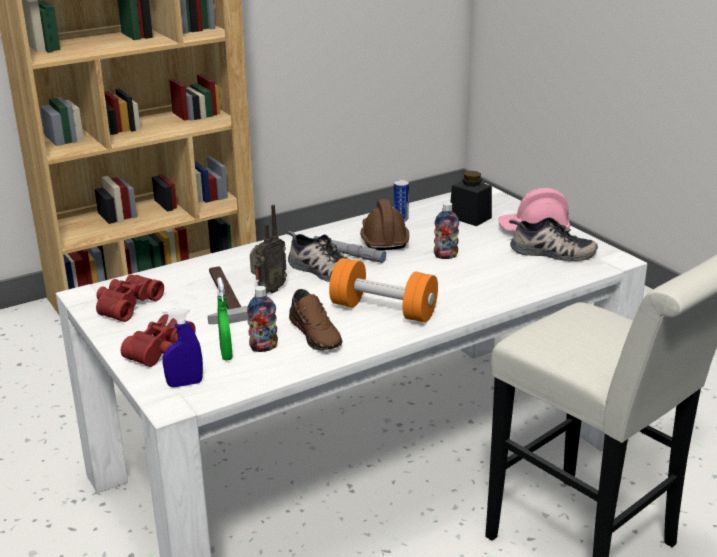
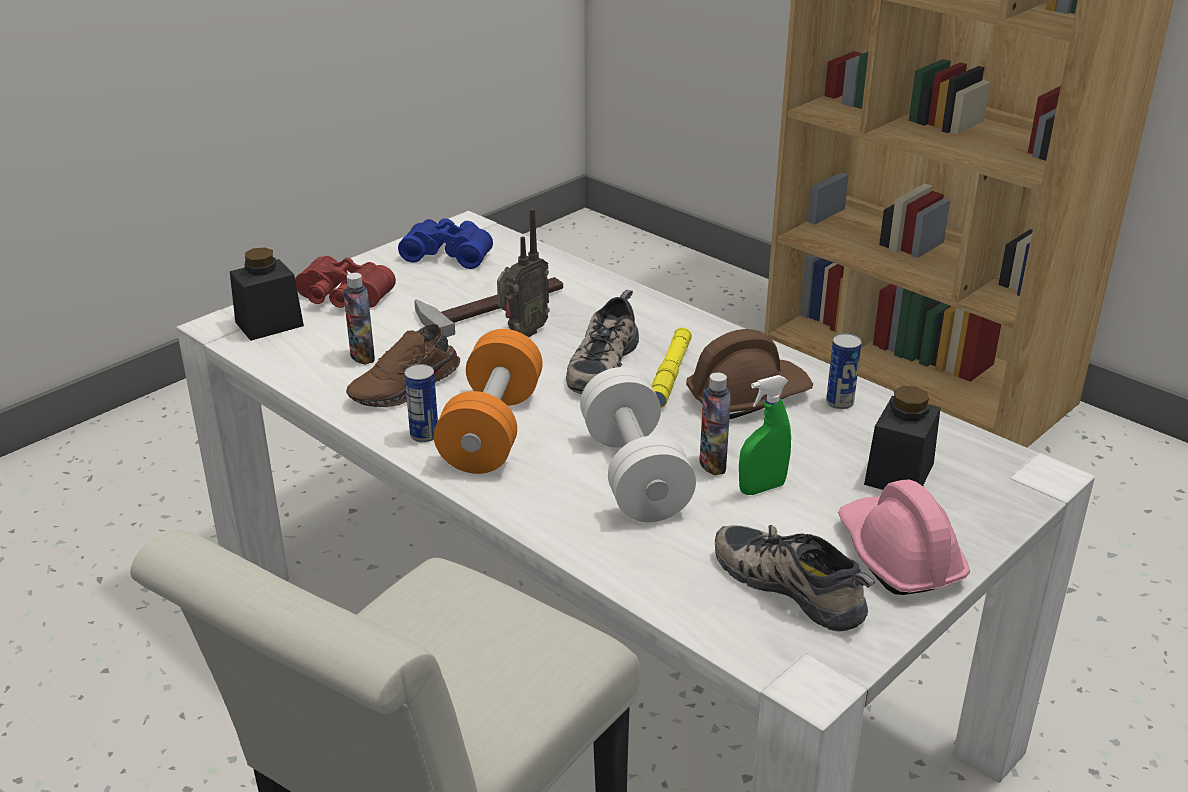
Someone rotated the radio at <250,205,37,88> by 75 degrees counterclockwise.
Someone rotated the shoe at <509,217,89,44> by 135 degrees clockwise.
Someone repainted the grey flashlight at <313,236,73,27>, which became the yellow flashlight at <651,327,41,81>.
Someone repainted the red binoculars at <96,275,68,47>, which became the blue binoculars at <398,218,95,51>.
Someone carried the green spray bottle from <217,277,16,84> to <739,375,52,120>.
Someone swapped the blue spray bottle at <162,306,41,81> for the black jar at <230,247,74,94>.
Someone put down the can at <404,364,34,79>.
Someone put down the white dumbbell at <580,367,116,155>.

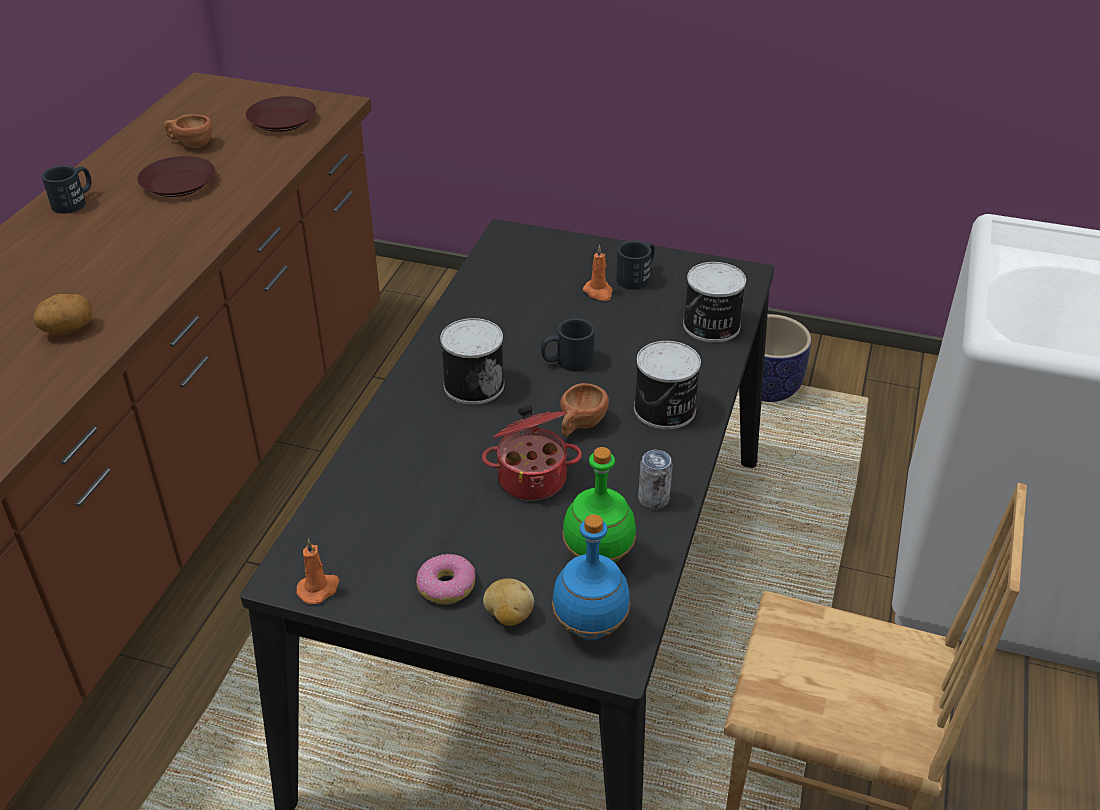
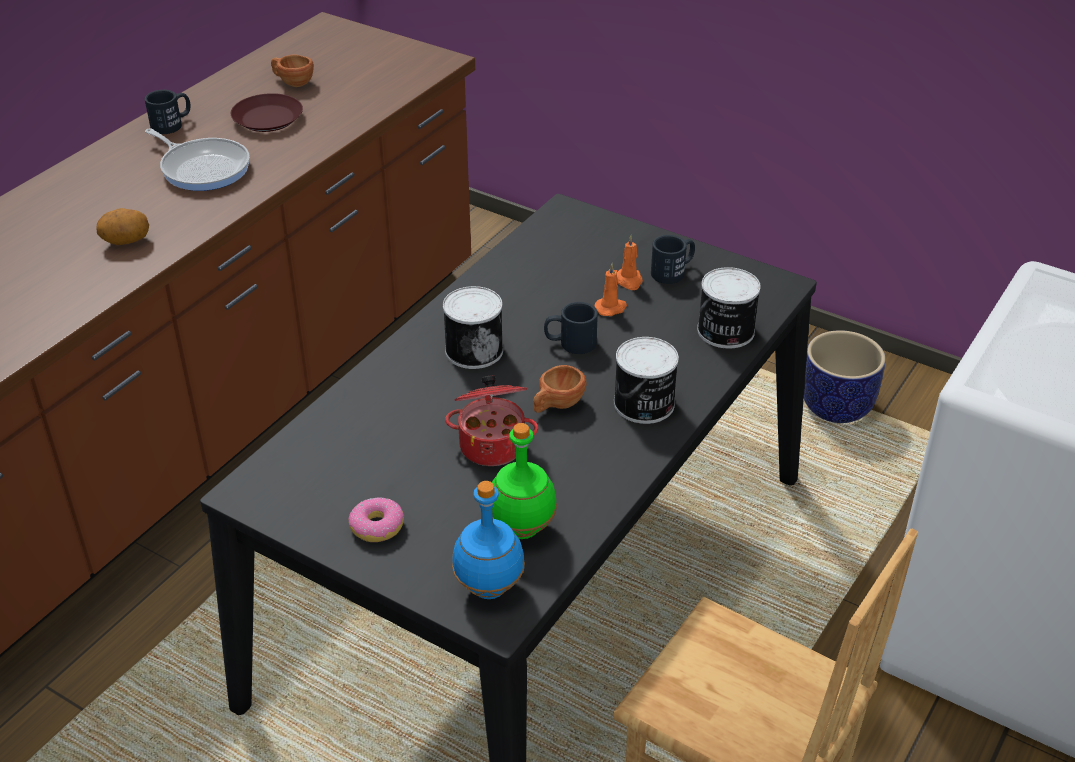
Someone took away the brown plate at <246,96,70,36>.
Someone took away the can at <638,450,34,59>.
Someone carried the orange candle from <297,539,43,65> to <594,263,33,53>.
Someone took away the potato at <483,578,51,48>.
Someone put down the frying pan at <145,128,105,63>.

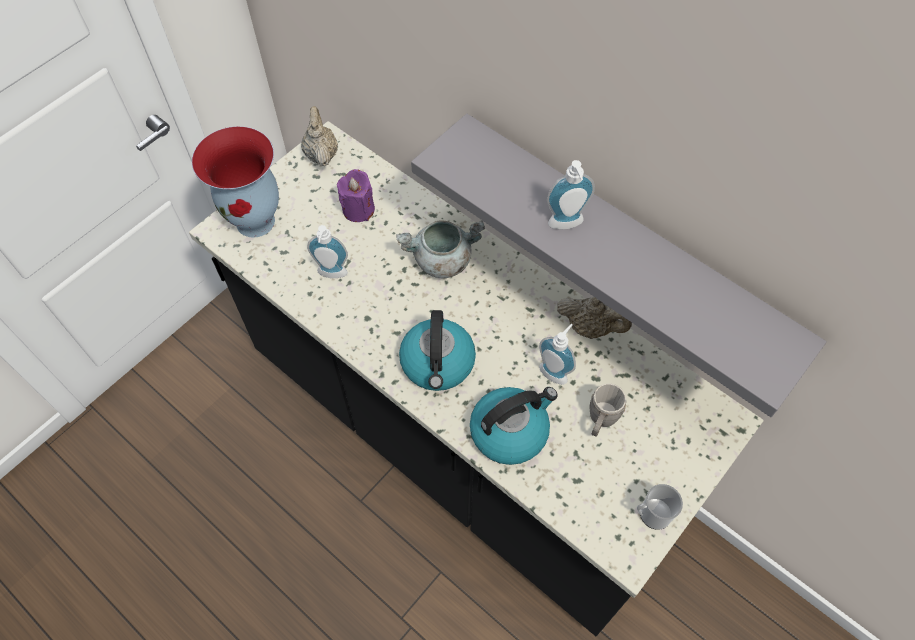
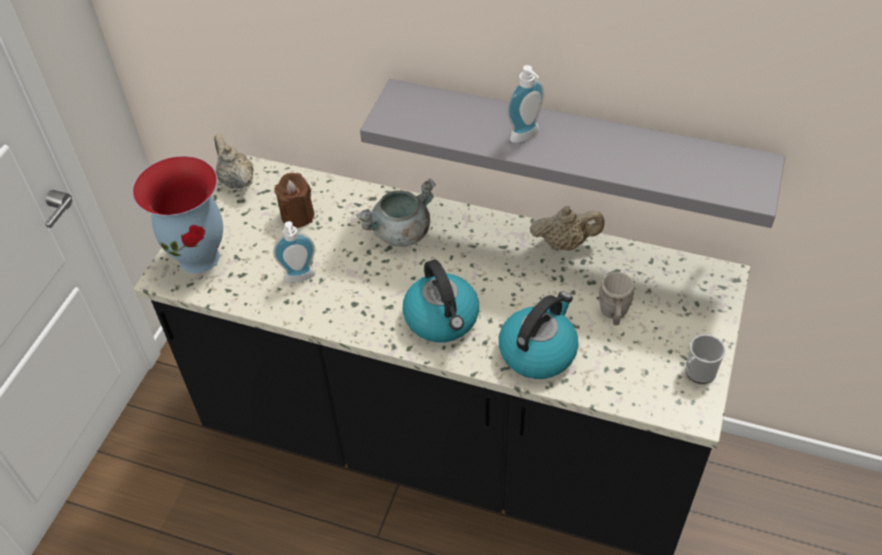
Someone repainted the purple candle at <337,169,38,53>, which became the brown candle at <274,173,40,55>.
Someone took away the soap dispenser at <539,324,37,61>.

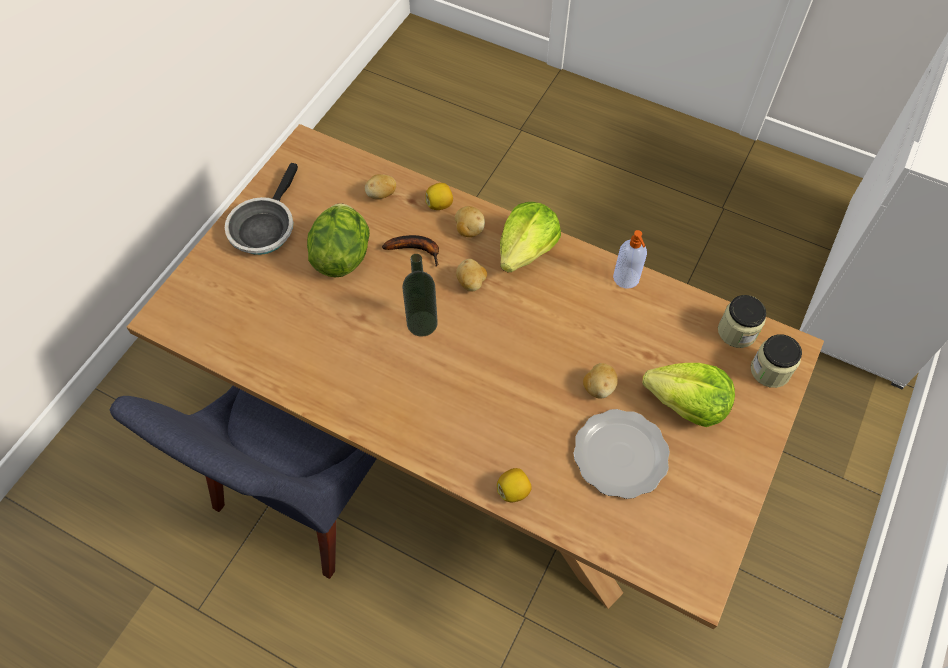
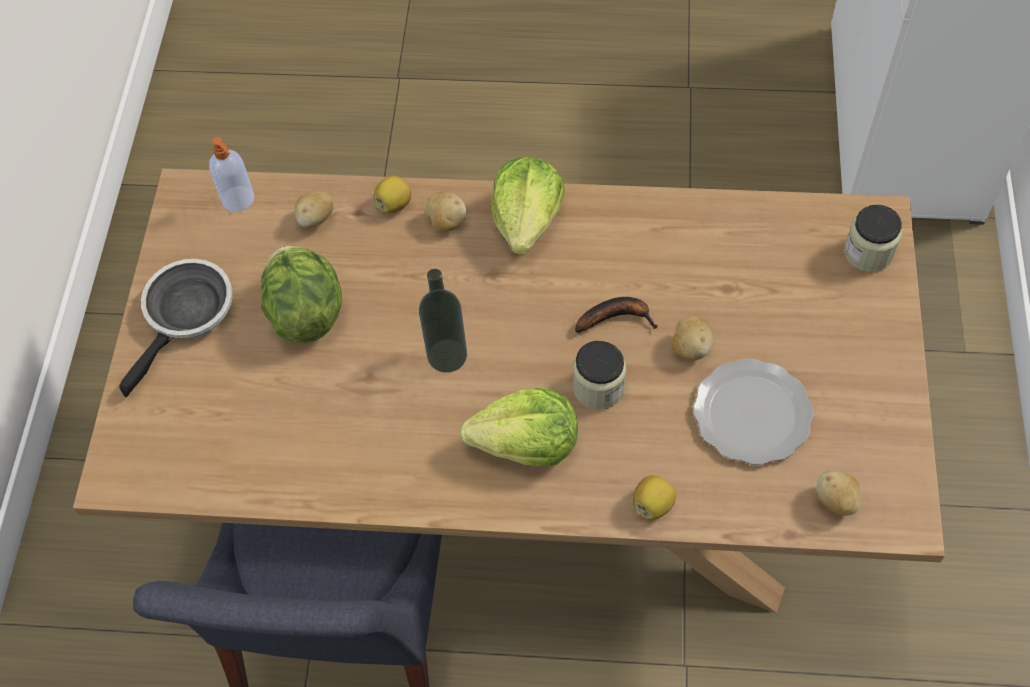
Someone rotated the frying pan at <225,163,73,92> by 150 degrees counterclockwise.
Someone carried the soap dispenser from <613,230,34,59> to <209,137,45,75>.
Someone carried the banana from <382,235,57,31> to <575,297,83,36>.
Someone carried the potato from <456,259,31,32> to <816,470,45,46>.
Someone carried the jar from <718,295,48,53> to <573,341,53,69>.
Someone carried the lettuce from <642,363,93,64> to <460,387,118,79>.

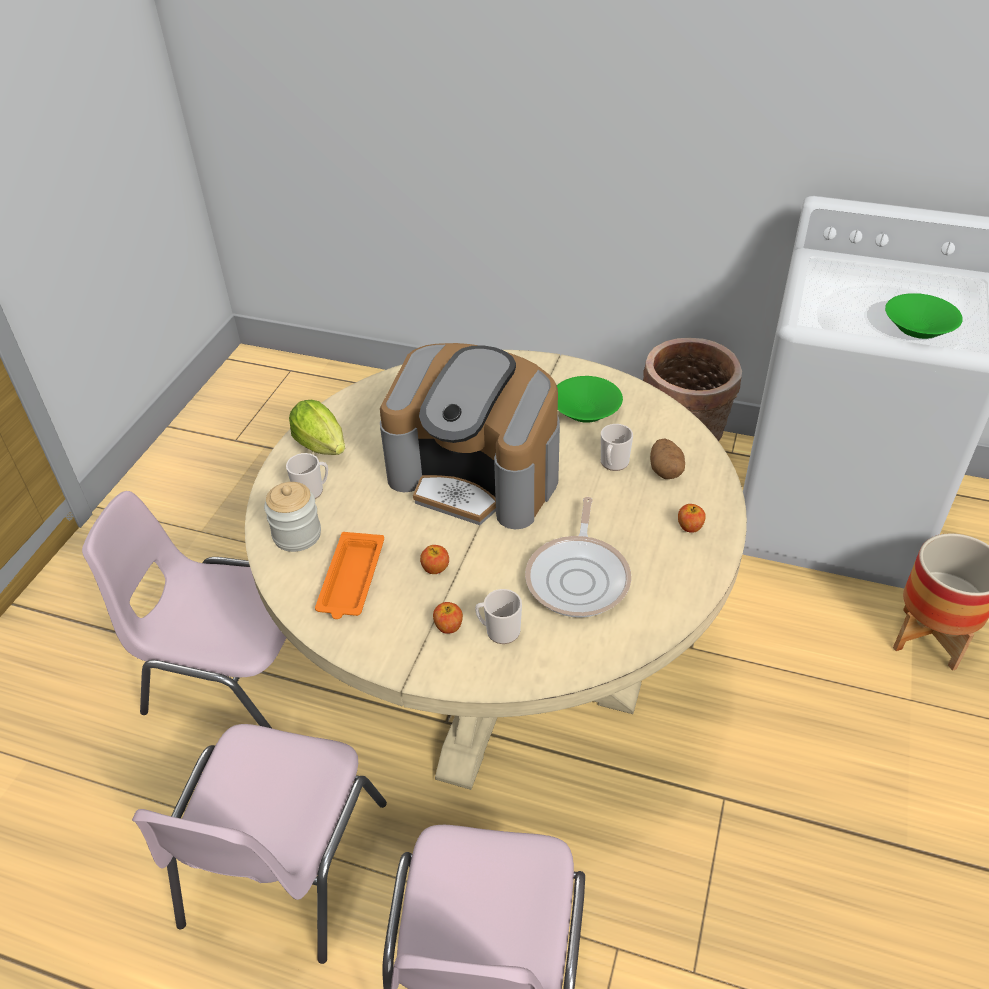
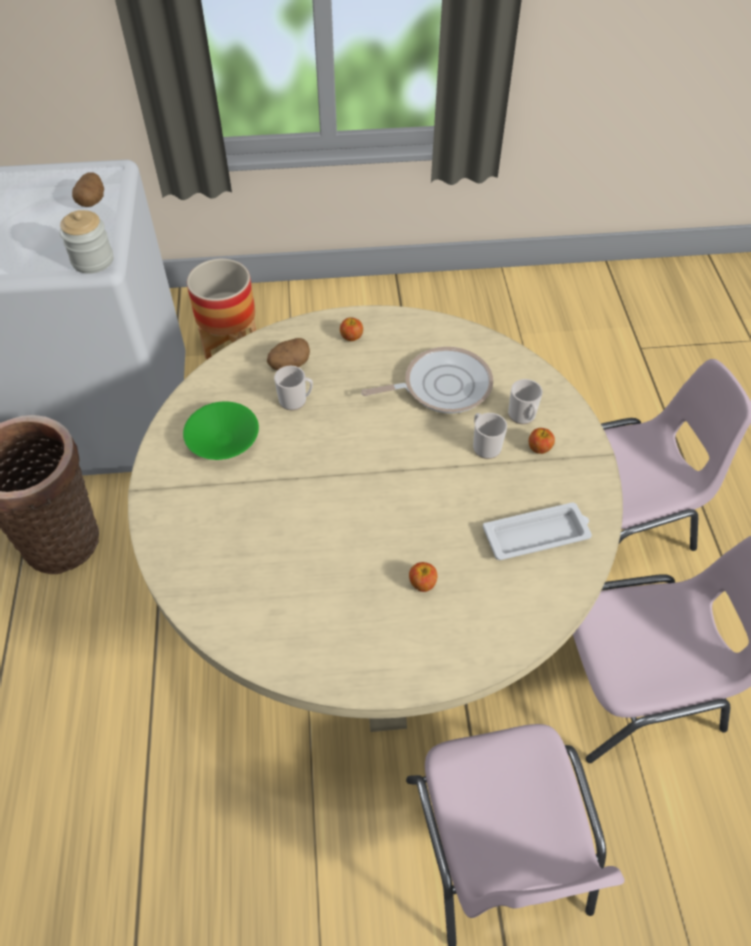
Someone swapped the green bowl at <885,293,78,46> for the potato at <72,172,32,35>.
Someone took away the coffee machine at <380,343,180,187>.
Someone took away the lettuce at <289,400,56,55>.
Someone carried the mug from <286,453,42,46> to <473,413,34,46>.
Someone carried the jar from <264,482,57,70> to <60,210,53,64>.
Someone repainted the orange tray at <315,532,69,87>, which became the white tray at <483,503,109,57>.
Someone carried the apple from <420,545,29,29> to <409,562,28,30>.

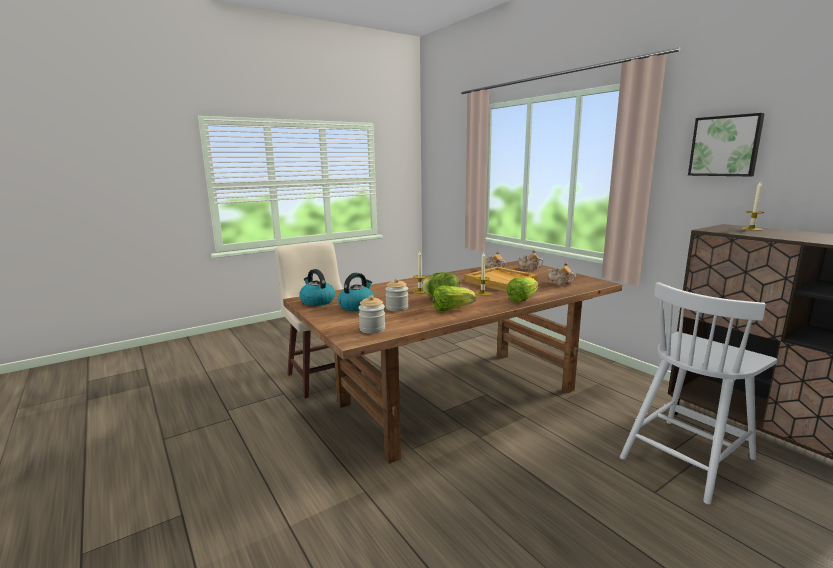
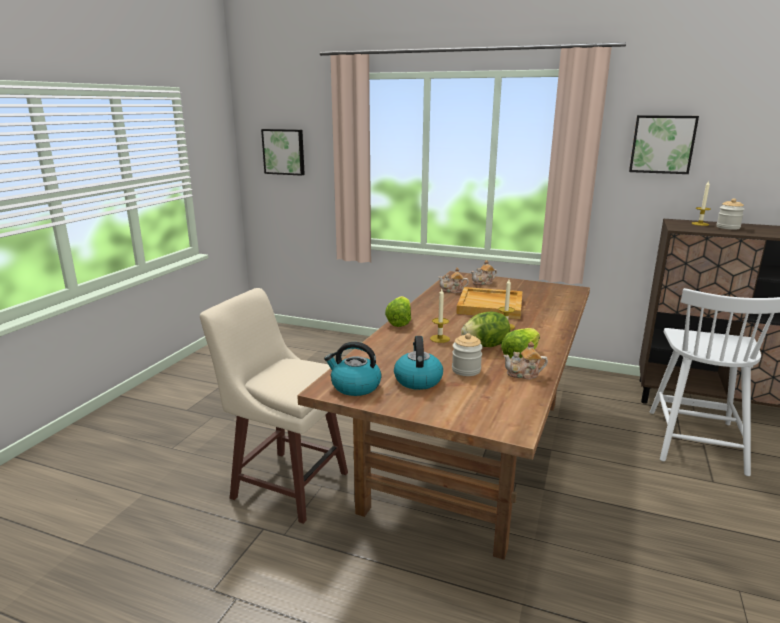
Someone carried the teapot from <548,262,28,24> to <503,341,45,39>.
Someone carried the lettuce from <506,277,32,25> to <385,296,26,31>.
Someone carried the jar from <358,295,27,39> to <716,198,29,32>.
Someone put up the picture at <261,129,44,47>.

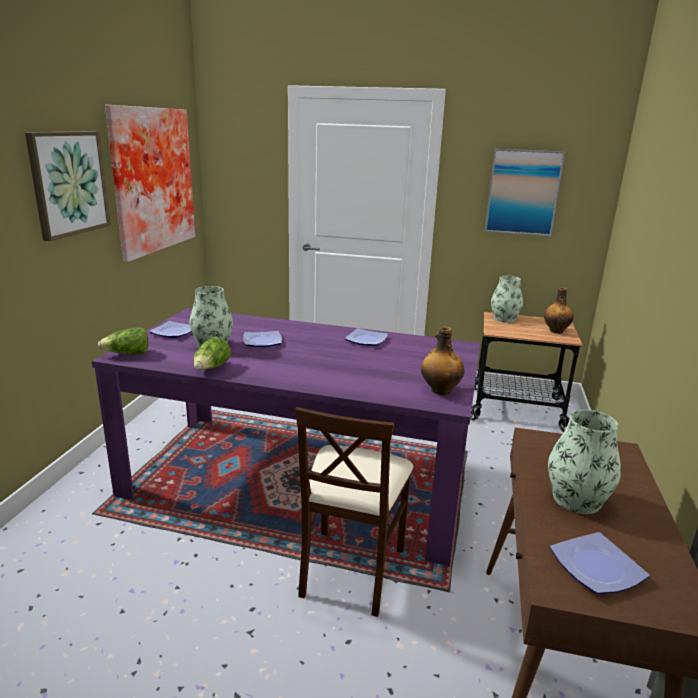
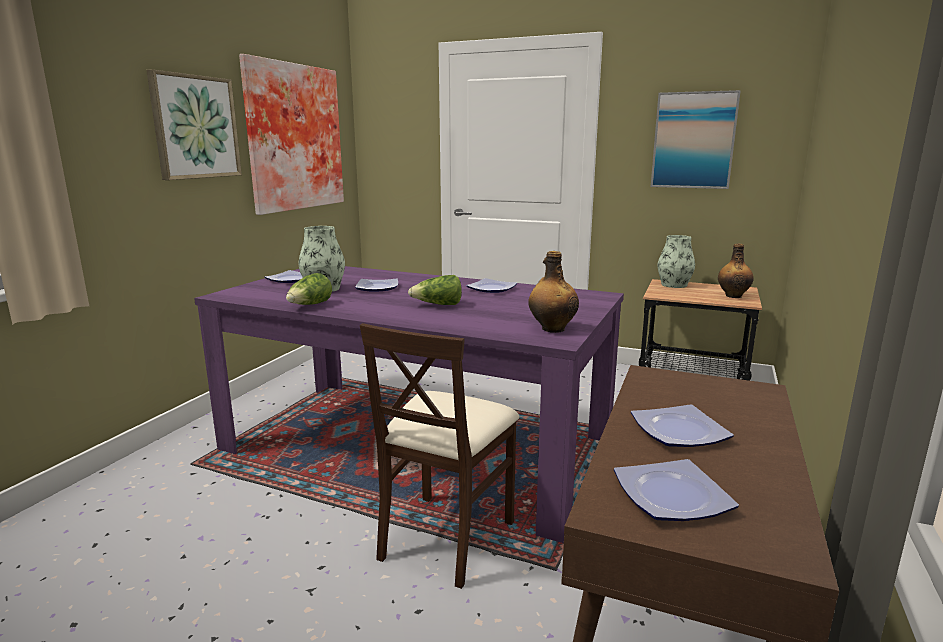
Someone carried the lettuce from <98,328,50,27> to <408,275,54,30>.
Someone swapped the vase at <548,410,73,104> for the plate at <631,404,103,43>.

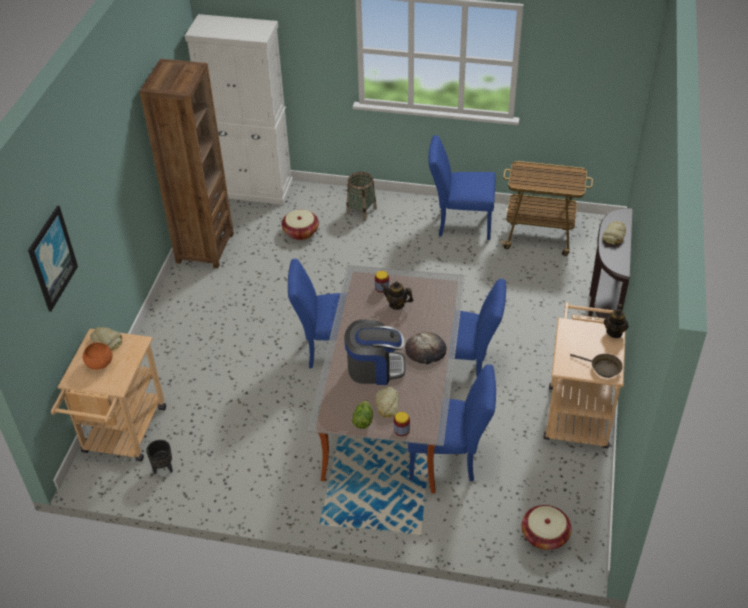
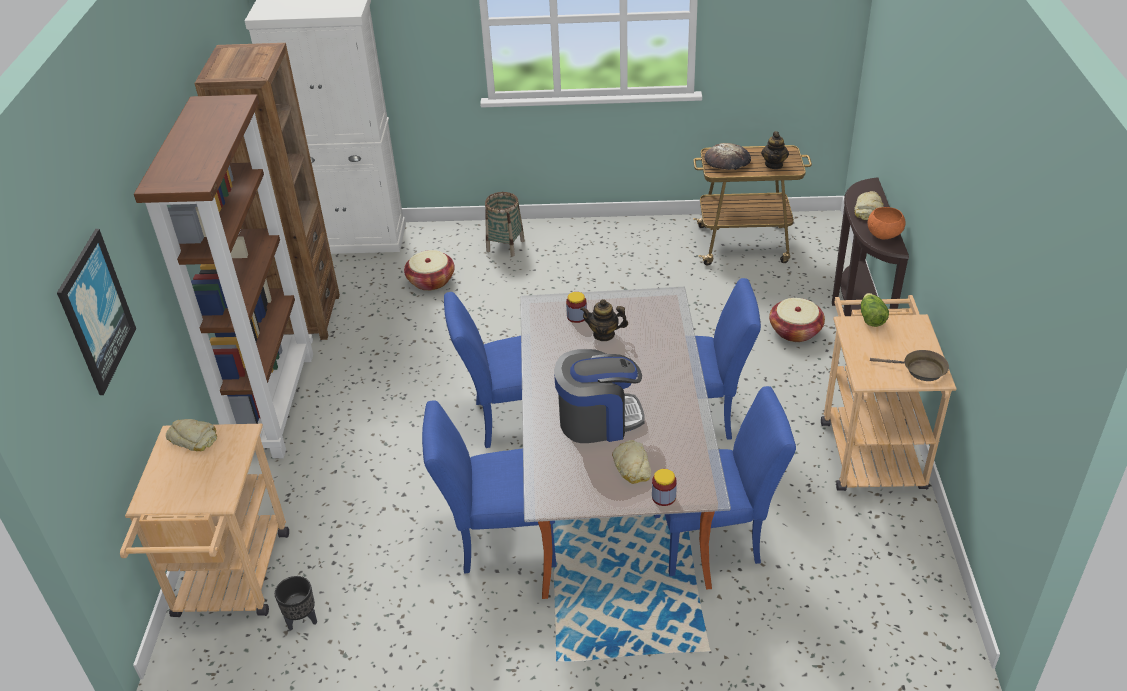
Someone carried the blue chair from <429,135,66,105> to <422,400,135,174>.
Someone carried the teapot from <604,304,25,34> to <761,131,28,38>.
Someone carried the bread from <405,332,42,32> to <705,143,46,27>.
Someone carried the orange bowl from <82,342,30,28> to <868,207,38,32>.
Someone carried the lettuce from <352,400,21,29> to <861,293,28,34>.
Someone carried the basket from <522,505,50,45> to <769,298,56,44>.
Someone put down the brown bookcase at <134,94,179,365>.

